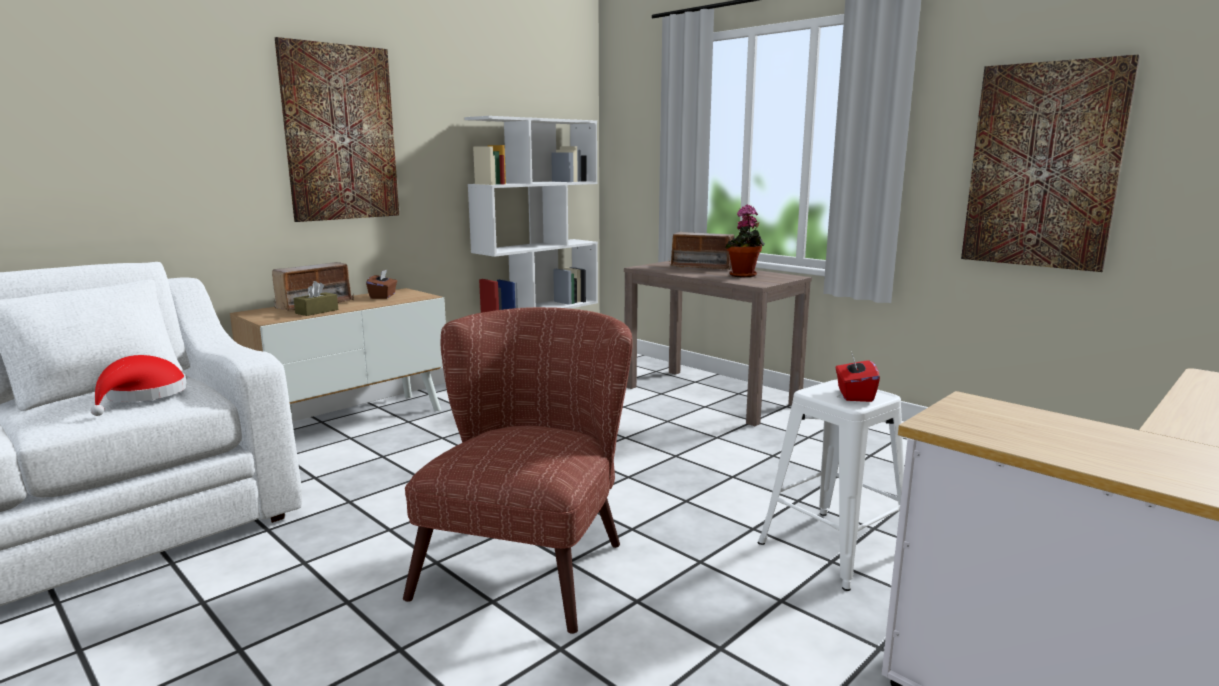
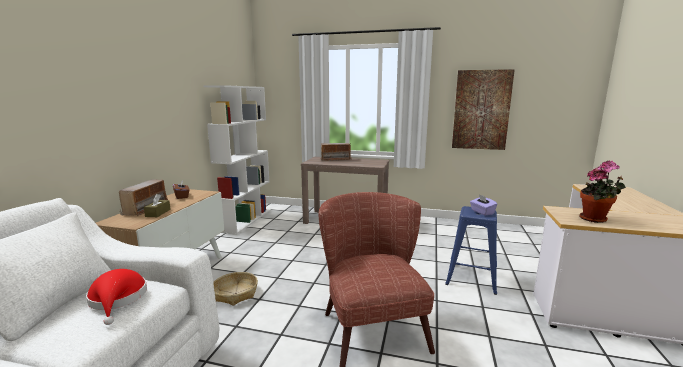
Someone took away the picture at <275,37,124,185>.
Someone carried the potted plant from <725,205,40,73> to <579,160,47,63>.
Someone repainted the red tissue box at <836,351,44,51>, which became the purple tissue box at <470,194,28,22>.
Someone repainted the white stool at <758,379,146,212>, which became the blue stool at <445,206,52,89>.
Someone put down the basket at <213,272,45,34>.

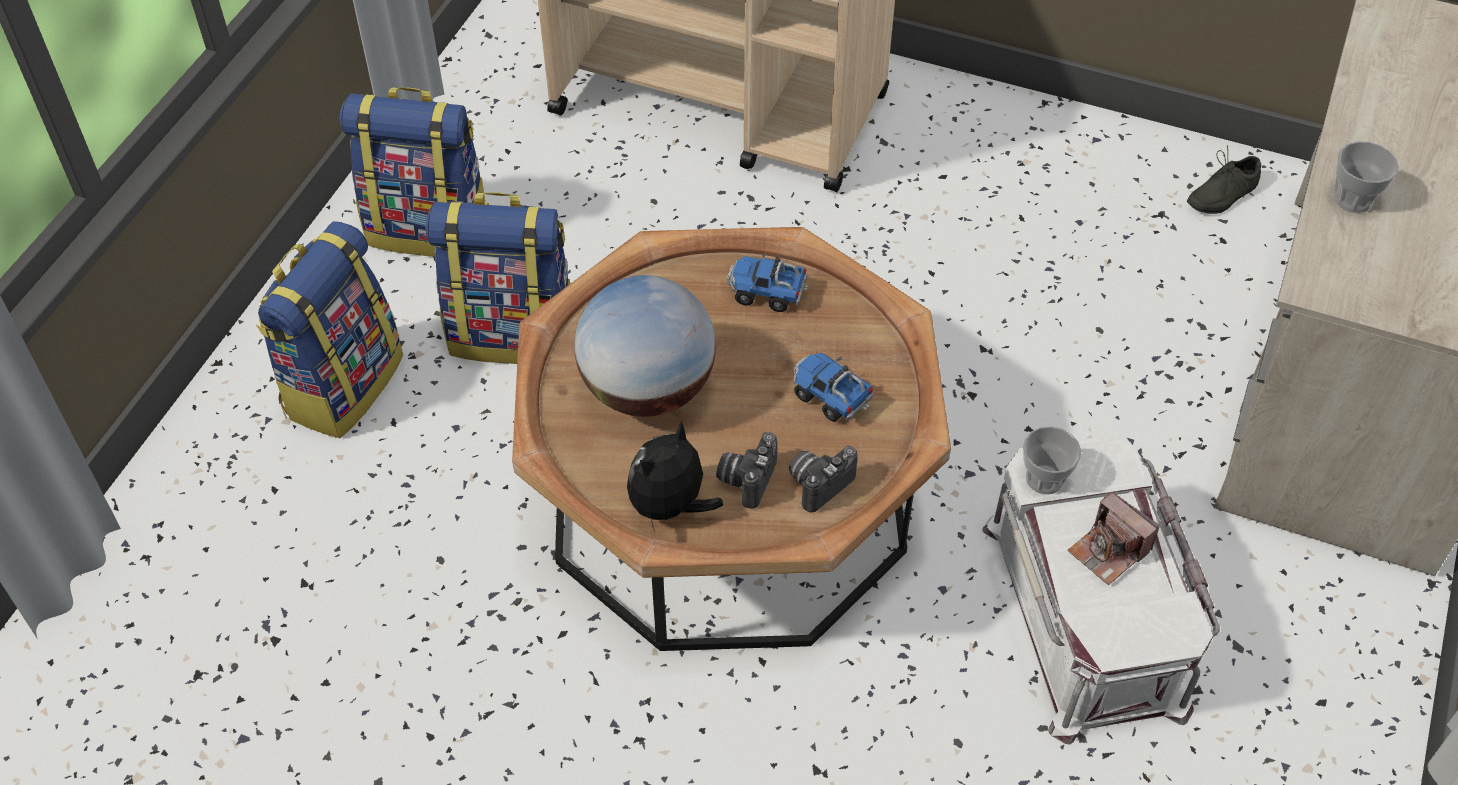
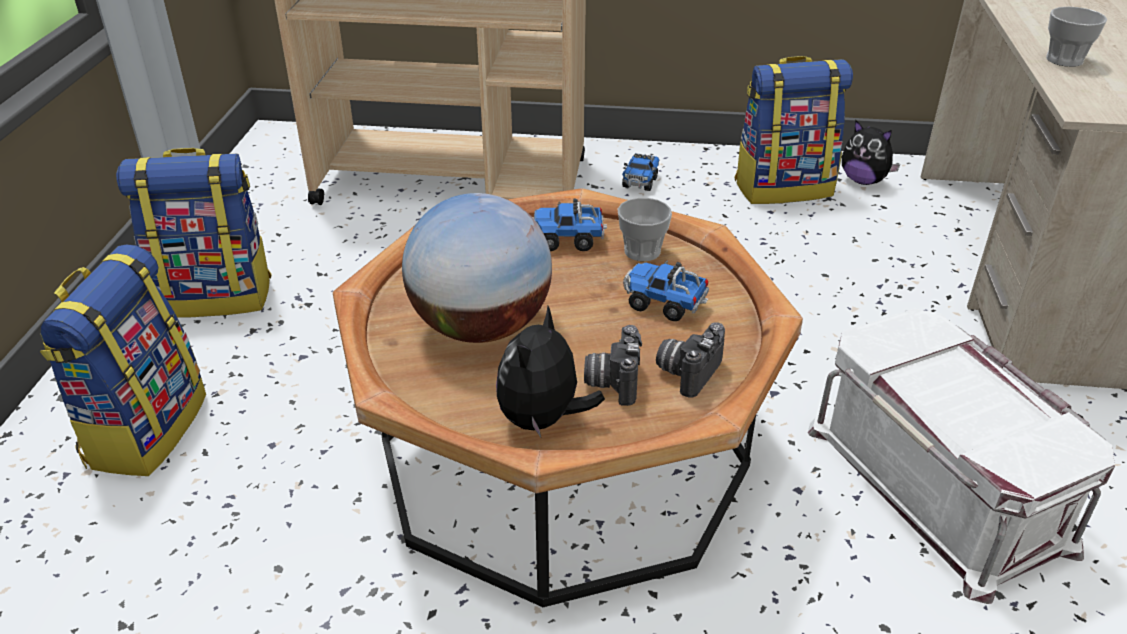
Someone swapped the grey shoe at <1187,145,74,69> for the plush toy at <842,121,59,64>.
Someone carried the backpack from <426,192,144,172> to <734,56,119,148>.
Someone carried the cup from <1023,426,58,68> to <618,198,54,63>.
Someone took away the photo camera at <1067,492,93,93>.
Someone put down the toy truck at <622,153,37,38>.

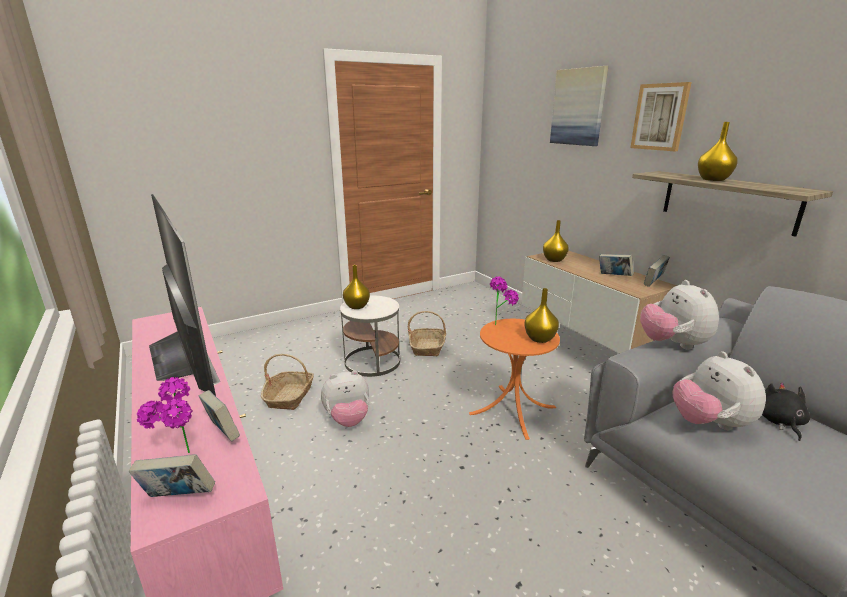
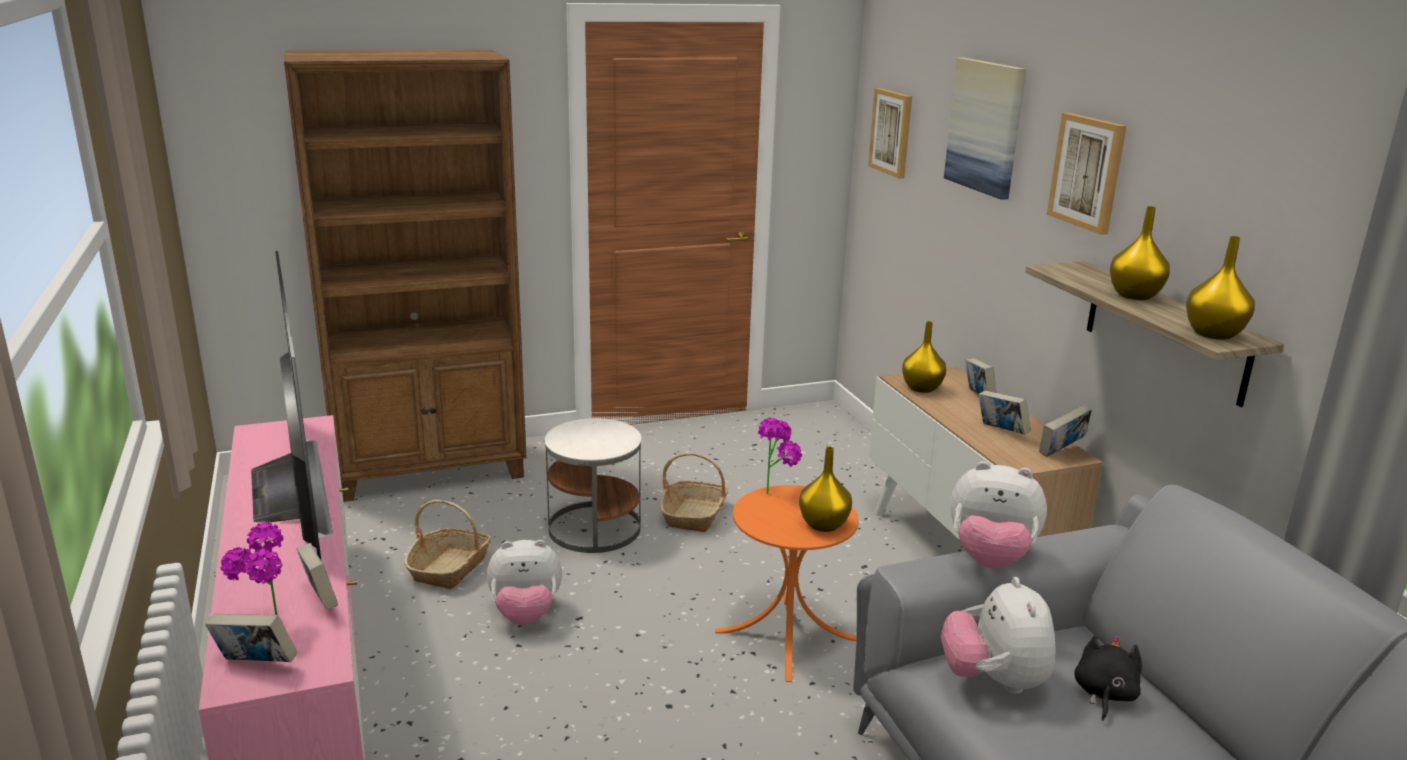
Someone carried the yellow vase from <343,265,27,44> to <1186,236,69,104>.
Someone rotated the plush toy at <640,280,79,70> by 75 degrees counterclockwise.
Someone put down the brown bookcase at <284,50,243,452>.
Someone put up the picture at <868,88,44,90>.
Someone put down the book at <966,358,31,36>.

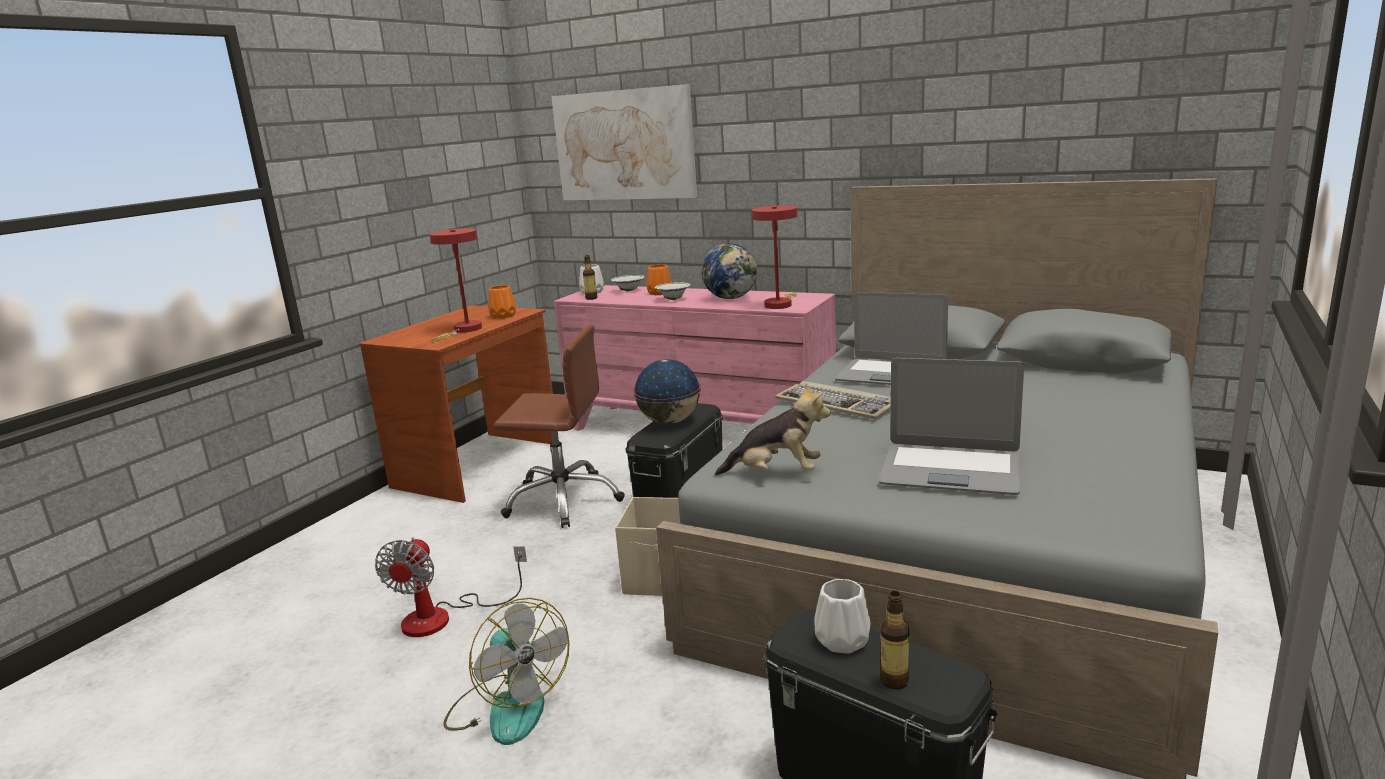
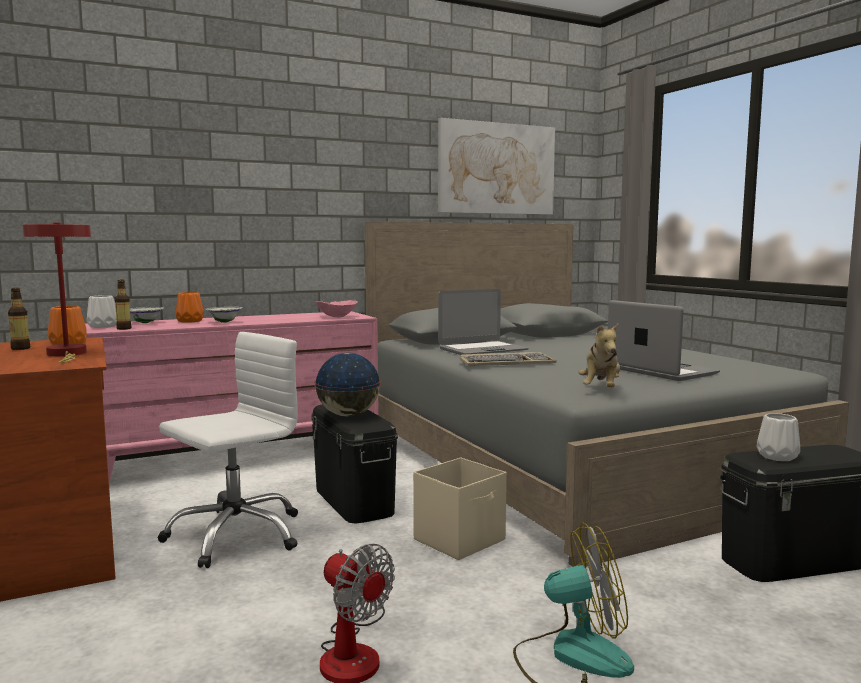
Someone carried the picture from <551,84,146,116> to <438,118,117,97>.
Someone swapped the red table lamp at <752,206,46,103> for the pink bowl at <316,300,42,17>.
Someone took away the globe at <702,243,55,56>.
Someone repainted the brown office chair at <494,325,131,203>, which became the white office chair at <158,332,140,236>.
Someone rotated the laptop at <879,358,145,137> by 90 degrees counterclockwise.
Someone rotated the plush toy at <715,383,116,93> by 150 degrees clockwise.
Someone carried the bottle from <880,591,29,99> to <8,288,22,62>.

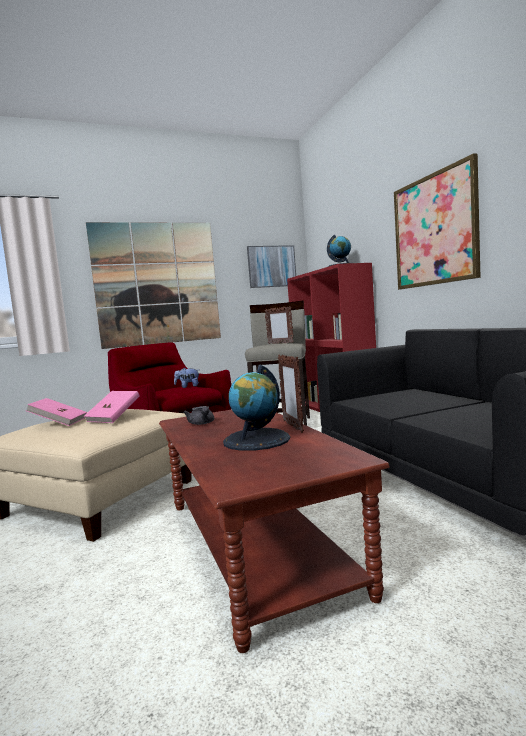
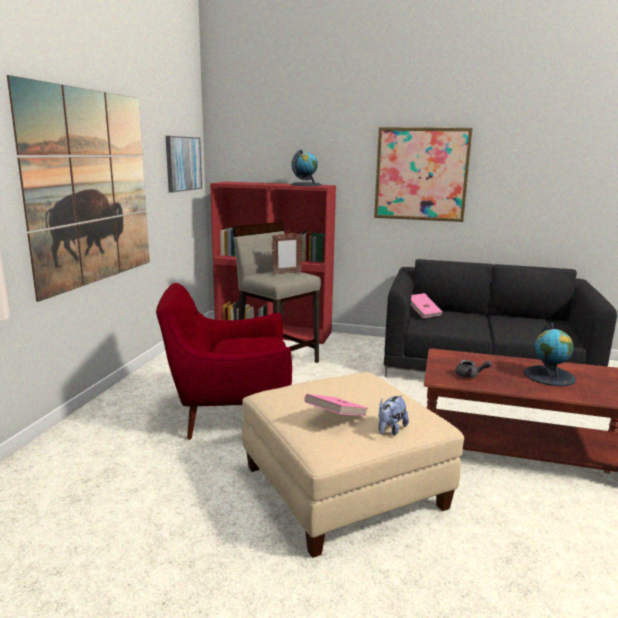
Someone took away the picture frame at <278,355,26,78>.
Someone carried the plush toy from <174,368,25,20> to <378,395,31,41>.
Someone carried the pink book from <84,391,55,32> to <411,293,32,25>.

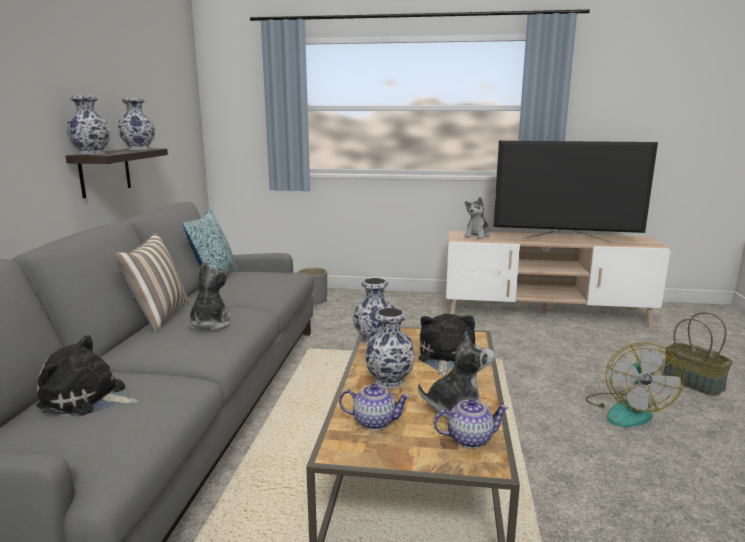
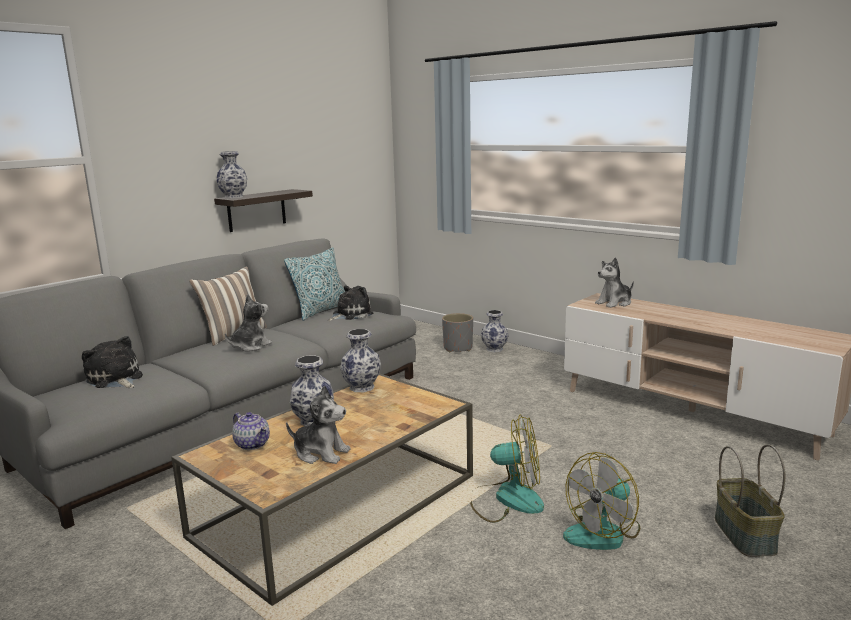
Someone carried the vase from <118,98,37,52> to <481,310,28,42>.
Someone took away the television at <494,141,164,101>.
Someone carried the plush toy from <419,314,56,62> to <328,285,45,36>.
Someone took away the teapot at <434,399,75,49>.
Someone put down the fan at <470,414,74,109>.

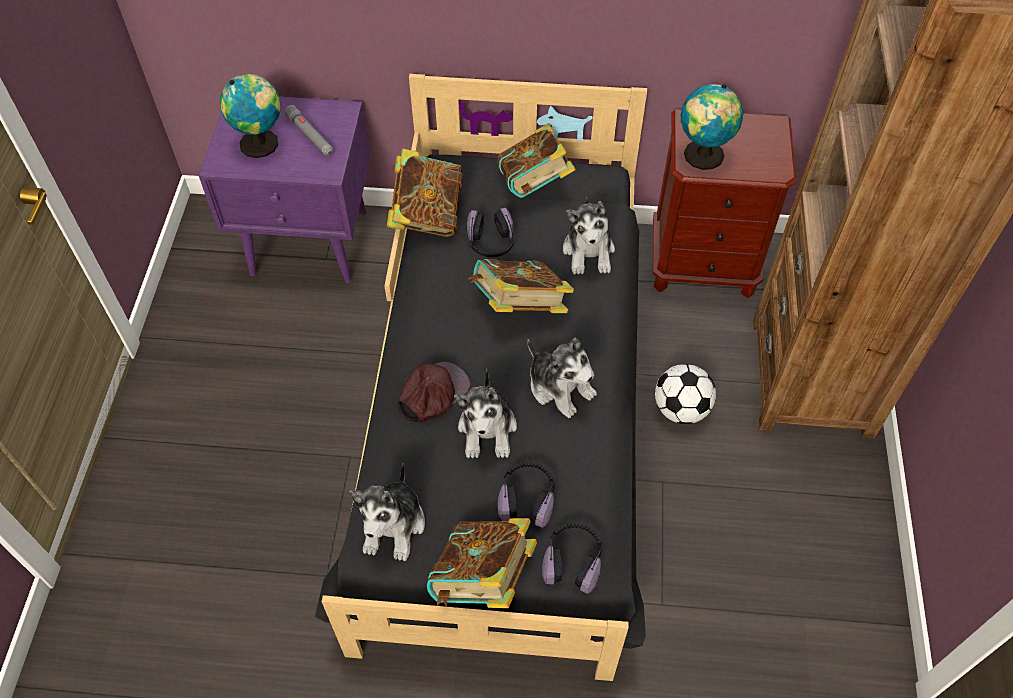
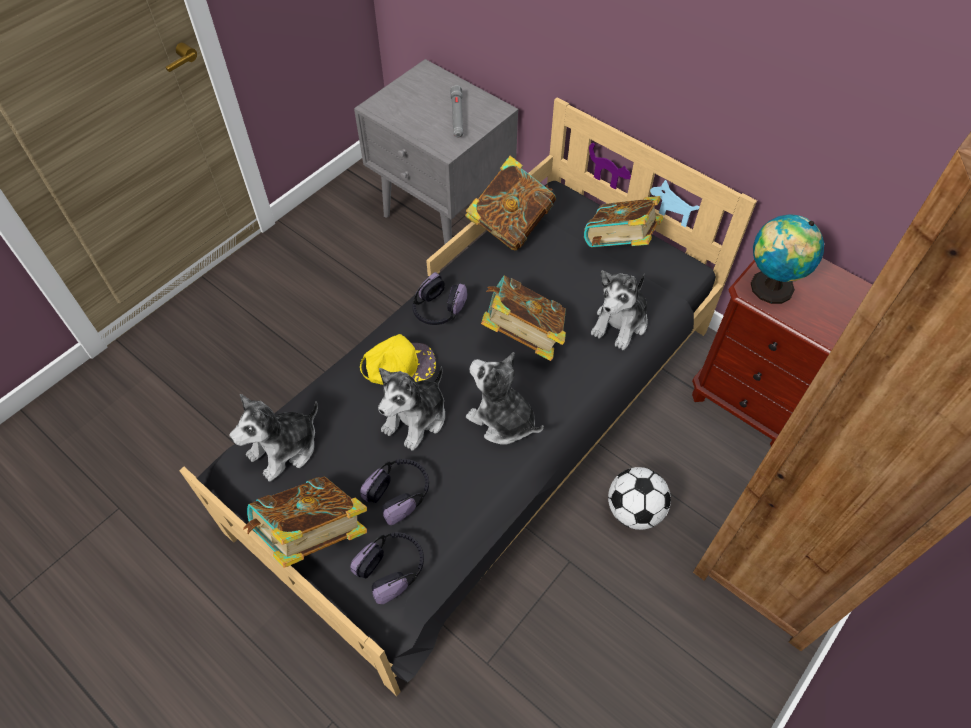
Someone took away the globe at <220,74,61,84>.
Someone repainted the purple nightstand at <199,97,171,186>, which became the grey nightstand at <354,59,164,186>.
Someone carried the headphones from <467,207,47,50> to <412,272,56,53>.
Someone rotated the plush toy at <527,338,70,80> by 135 degrees clockwise.
Someone repainted the brown cap at <397,362,74,60>, which became the yellow cap at <360,334,76,51>.

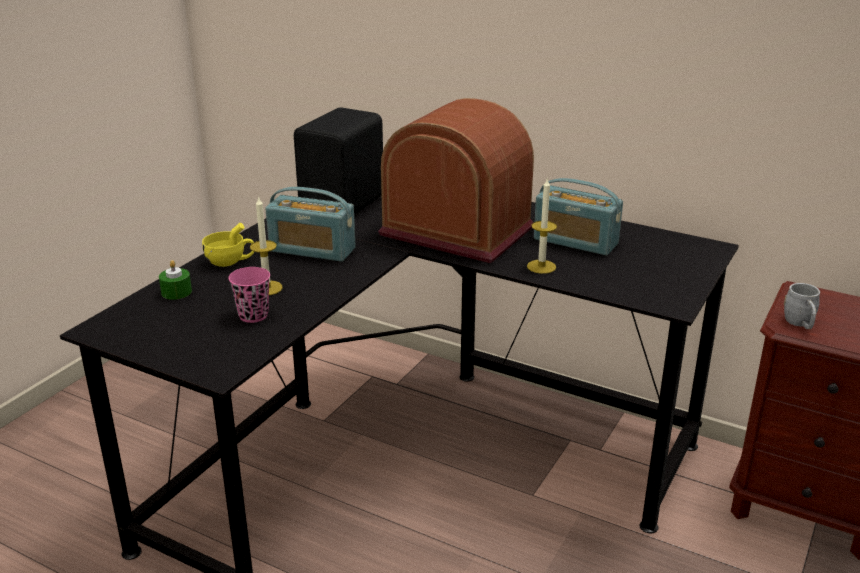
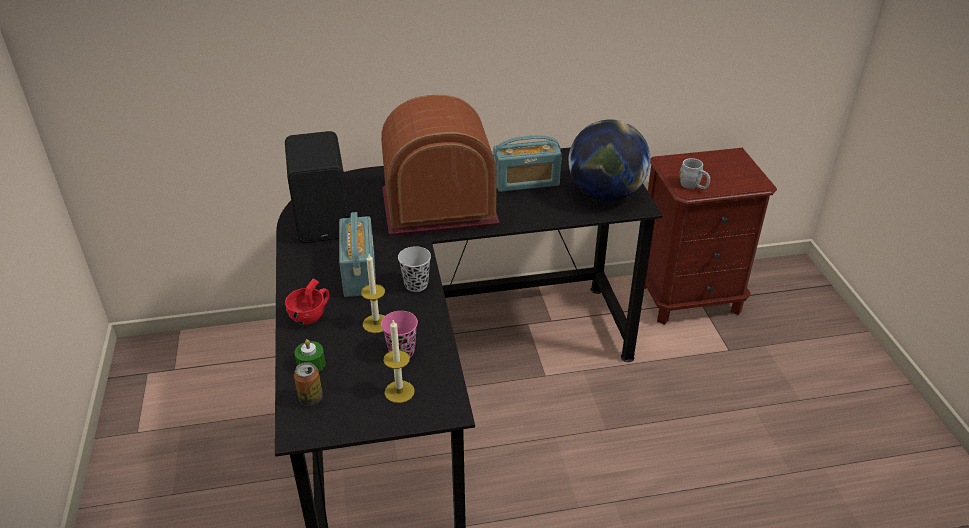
Someone carried the candle from <527,179,30,95> to <383,320,32,83>.
Someone rotated the radio at <265,187,91,75> by 75 degrees counterclockwise.
Someone repainted the yellow cup at <202,223,52,44>, which became the red cup at <285,278,45,47>.
Someone put down the globe at <568,119,82,82>.
Someone put down the black cup at <398,246,33,46>.
Someone put down the can at <294,362,29,44>.

